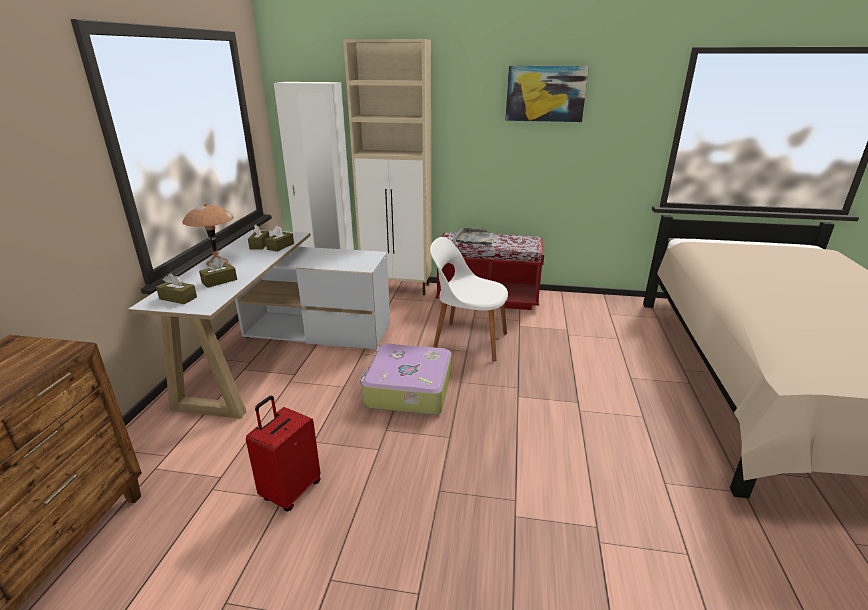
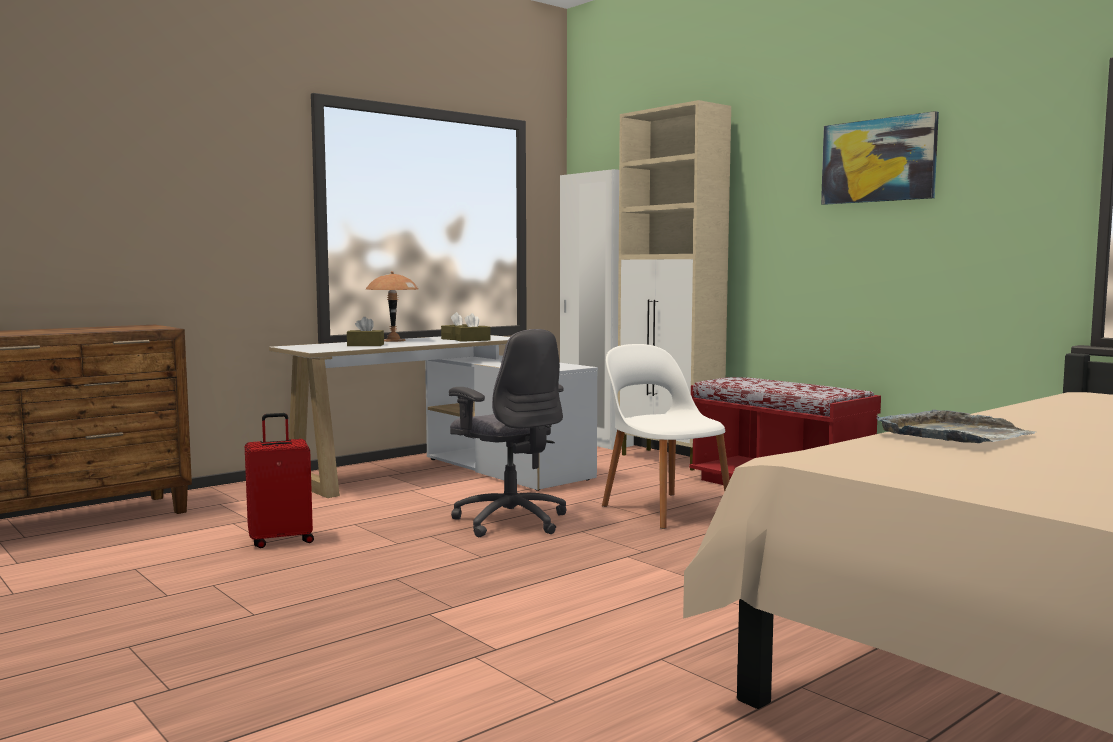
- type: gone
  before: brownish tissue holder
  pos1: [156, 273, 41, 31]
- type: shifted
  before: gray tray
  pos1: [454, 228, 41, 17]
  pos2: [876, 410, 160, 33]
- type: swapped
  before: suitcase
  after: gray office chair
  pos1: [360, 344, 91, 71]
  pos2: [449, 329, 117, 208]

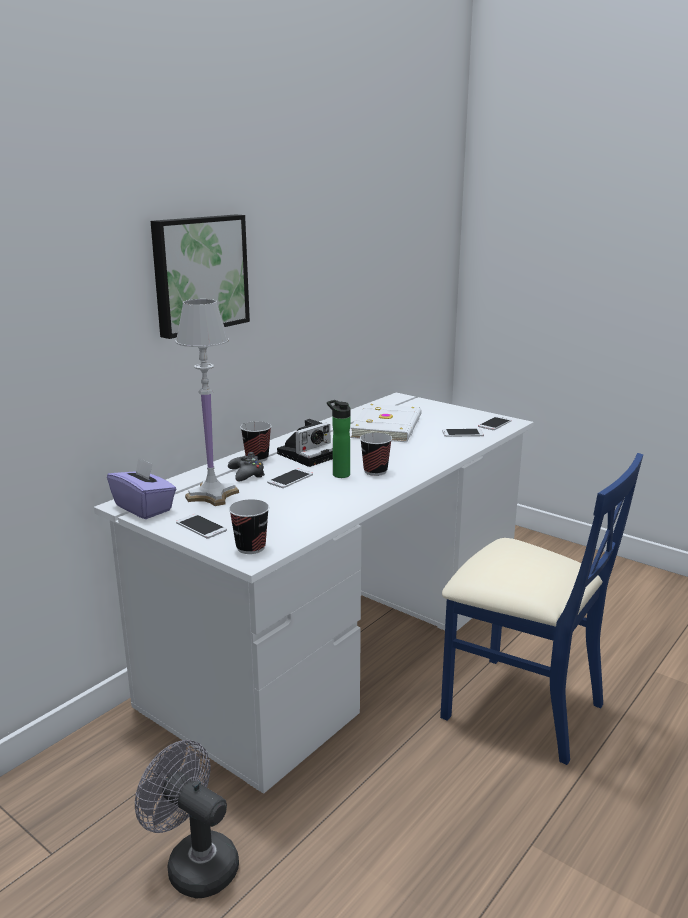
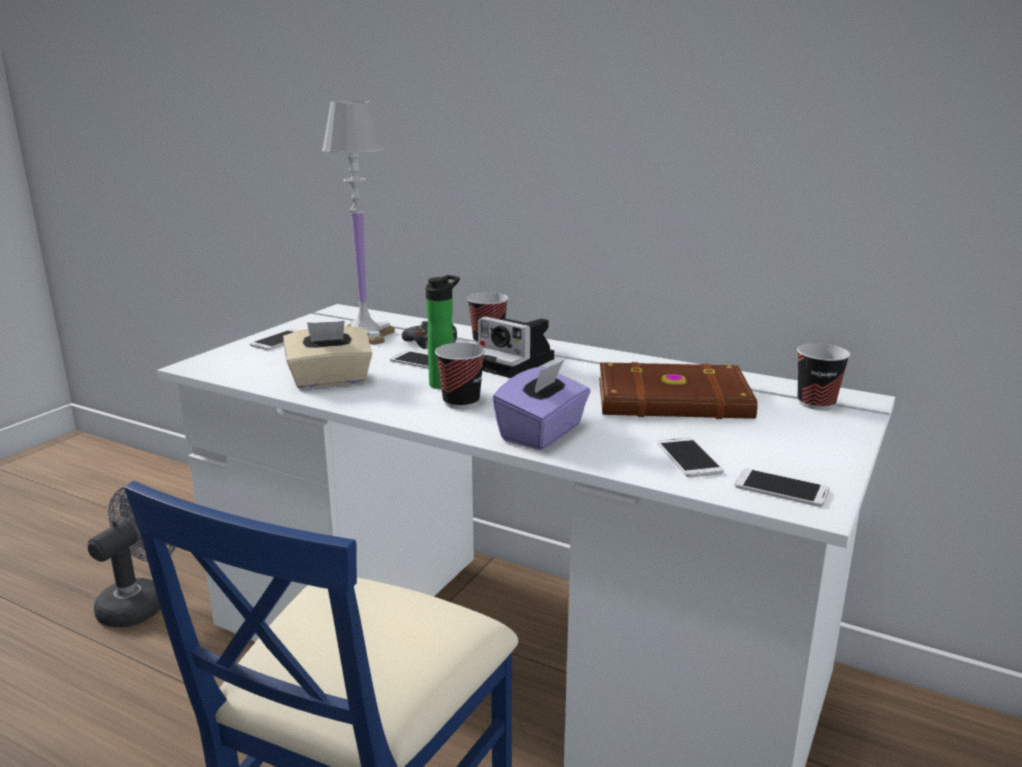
- type: gone
  before: wall art
  pos1: [151, 215, 99, 124]
- type: new
  after: beige-coloured tissue holder
  pos2: [283, 321, 89, 68]
- type: shifted
  before: purple-coloured tissue holder
  pos1: [107, 457, 69, 62]
  pos2: [492, 360, 99, 90]
- type: shifted
  before: cup
  pos1: [229, 499, 40, 55]
  pos2: [797, 343, 53, 67]
- type: repainted
  before: white book
  after: brownish book
  pos1: [350, 403, 71, 39]
  pos2: [599, 362, 159, 57]

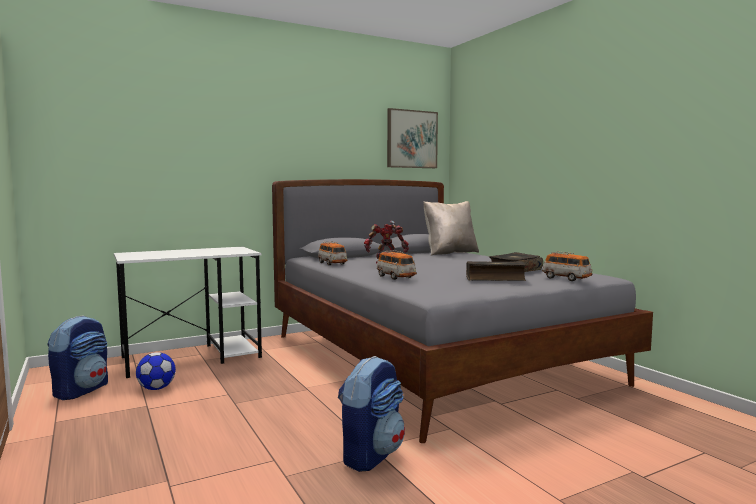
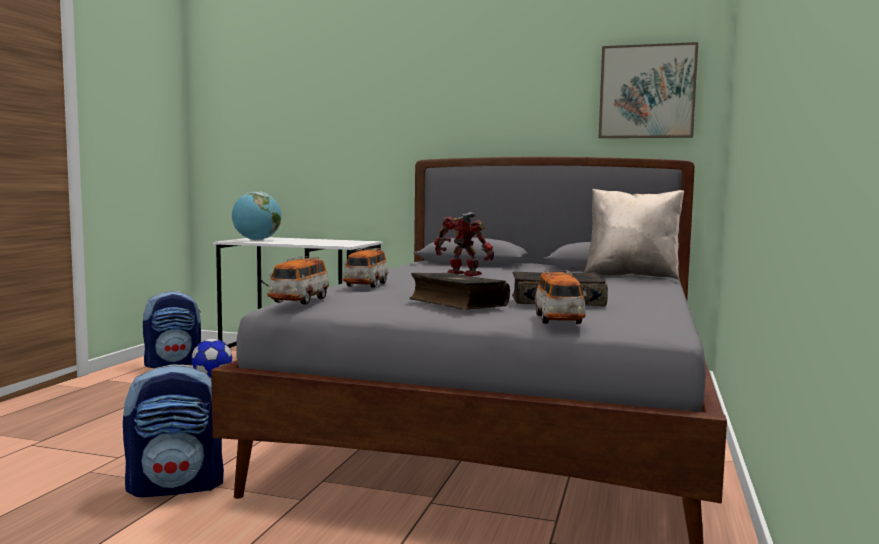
- type: new
  after: desk globe
  pos2: [232, 192, 49, 49]
- type: shifted
  before: toy car
  pos1: [318, 241, 30, 24]
  pos2: [267, 256, 62, 49]

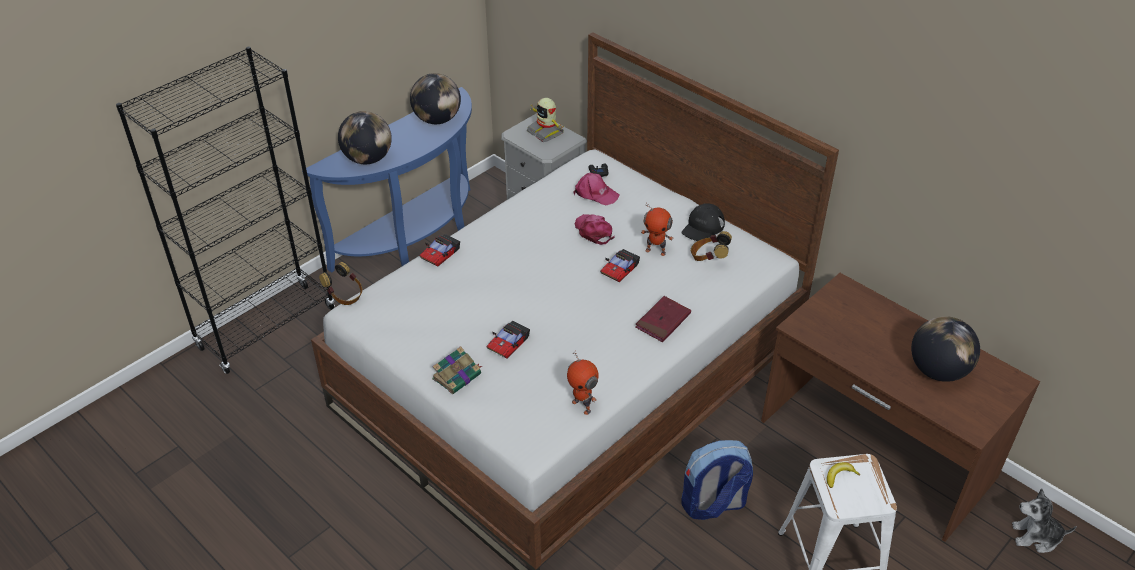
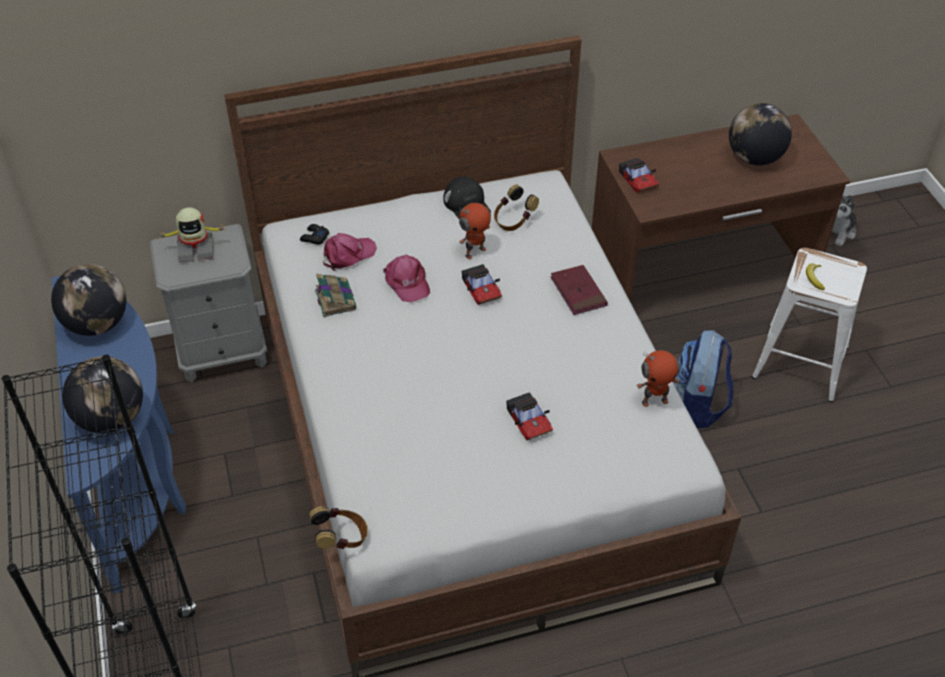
- type: shifted
  before: toy car
  pos1: [419, 234, 41, 33]
  pos2: [619, 158, 40, 35]
- type: shifted
  before: book
  pos1: [432, 346, 50, 48]
  pos2: [315, 273, 42, 44]
- type: rotated
  before: pink-coloured cap
  pos1: [575, 214, 40, 31]
  pos2: [383, 255, 47, 47]
  turn: -120

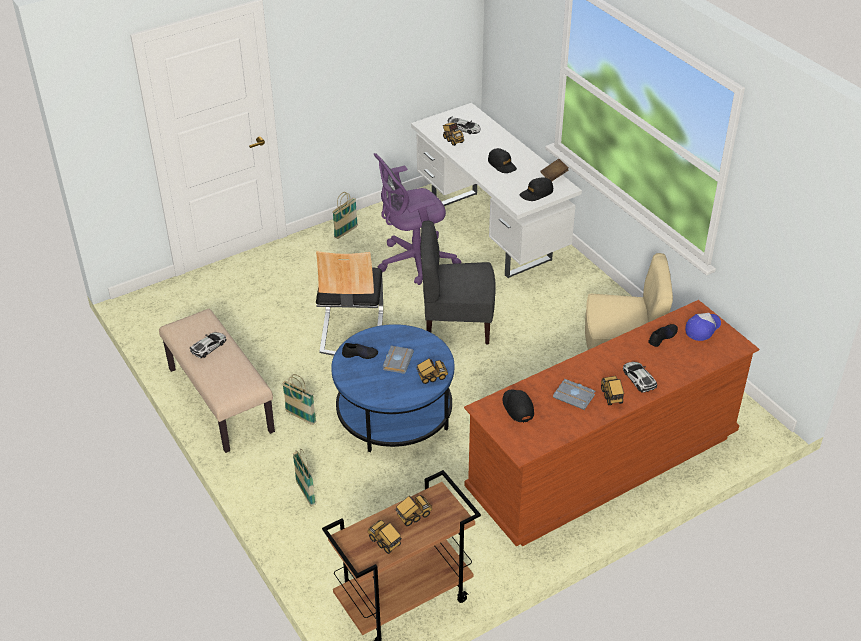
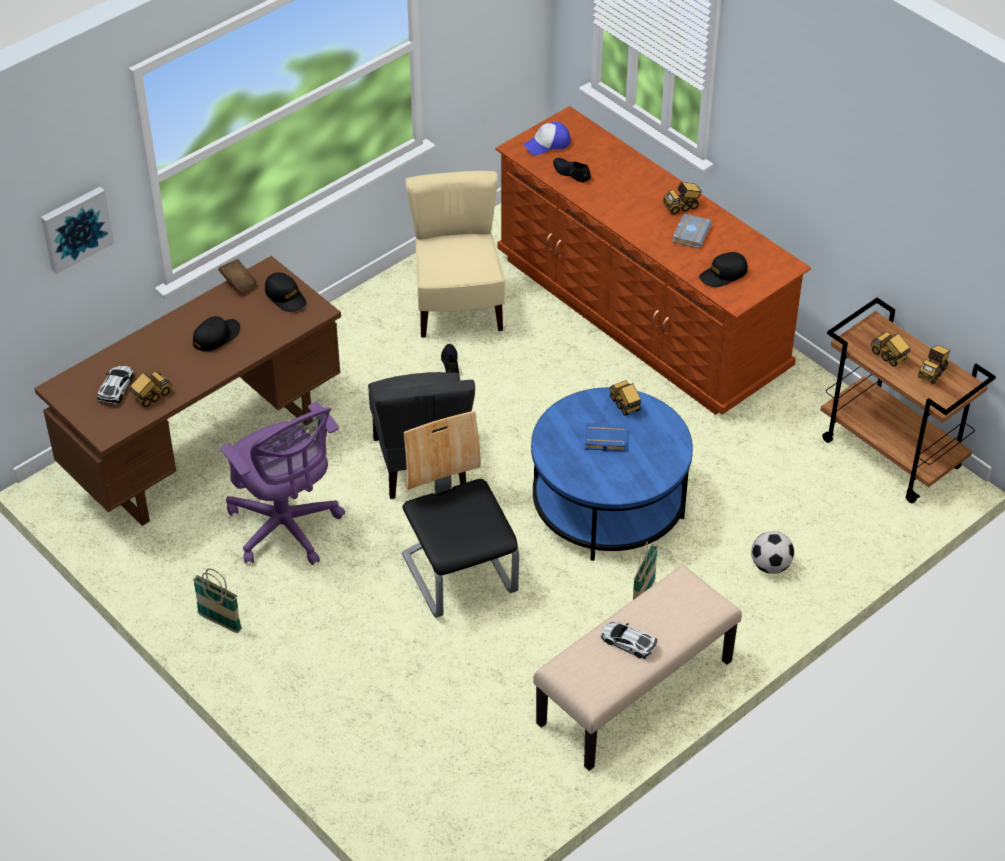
- type: gone
  before: toy car
  pos1: [623, 362, 34, 31]
- type: new
  after: wall art
  pos2: [41, 187, 73, 87]
- type: shifted
  before: black-coloured item of footwear
  pos1: [342, 343, 36, 16]
  pos2: [441, 344, 18, 29]
- type: swapped
  before: basket
  after: football
  pos1: [293, 449, 23, 57]
  pos2: [751, 531, 43, 43]
- type: repainted
  before: gray book
  after: blue book
  pos1: [383, 346, 31, 28]
  pos2: [585, 423, 41, 28]
- type: repainted
  before: white desk
  after: brownish desk
  pos1: [411, 103, 171, 175]
  pos2: [34, 256, 307, 270]
- type: rotated
  before: upright chair
  pos1: [316, 251, 67, 105]
  pos2: [402, 411, 117, 207]
  turn: -105
- type: rotated
  before: cap
  pos1: [685, 313, 36, 28]
  pos2: [523, 122, 48, 33]
  turn: -60

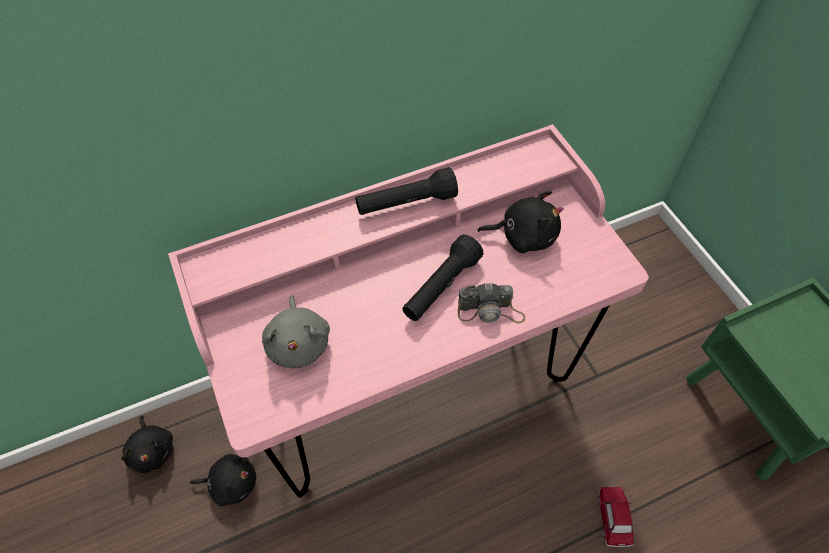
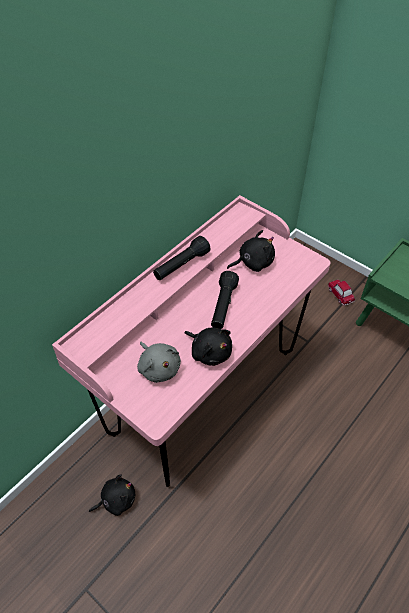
- type: gone
  before: photo camera
  pos1: [458, 283, 67, 41]
- type: shifted
  before: black-coloured soft toy
  pos1: [122, 415, 51, 58]
  pos2: [184, 327, 48, 39]
- type: shifted
  before: toy car
  pos1: [597, 486, 37, 61]
  pos2: [328, 279, 27, 26]

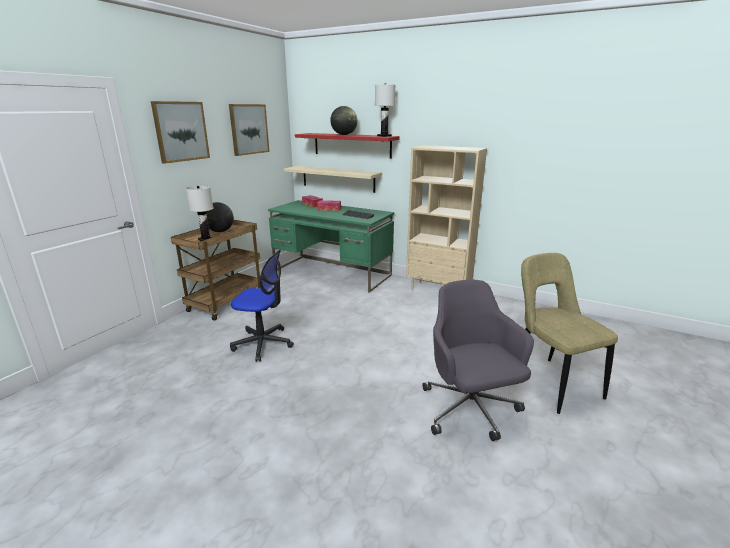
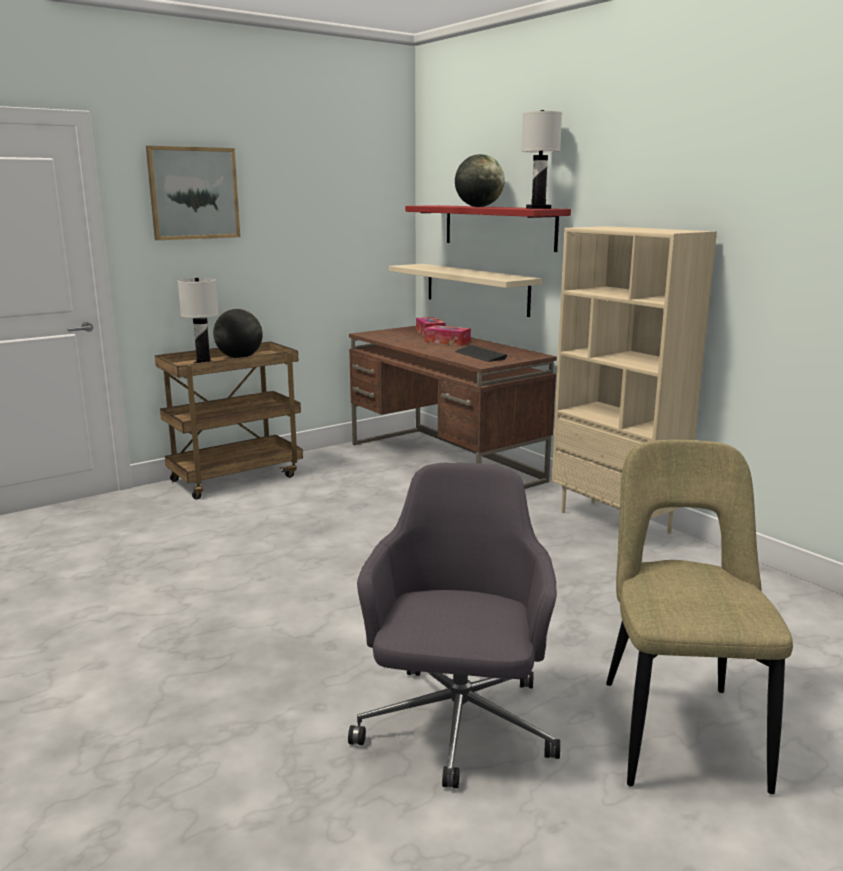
- type: gone
  before: wall art
  pos1: [229, 104, 41, 52]
- type: gone
  before: office chair
  pos1: [230, 249, 64, 113]
- type: repainted
  before: green desk
  after: brownish desk
  pos1: [268, 200, 126, 93]
  pos2: [349, 326, 208, 163]

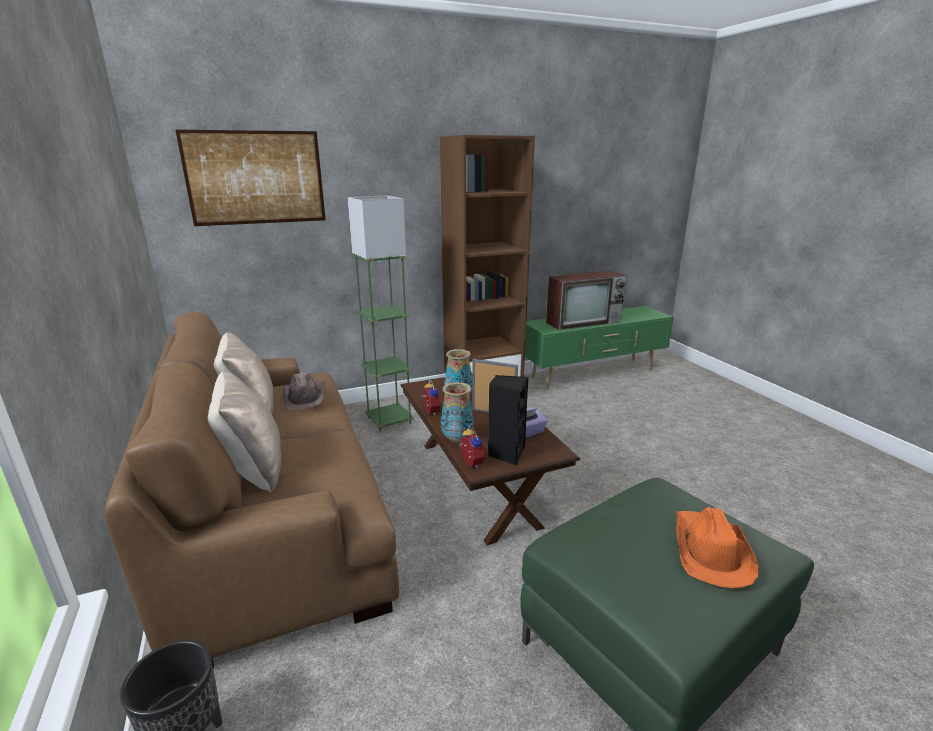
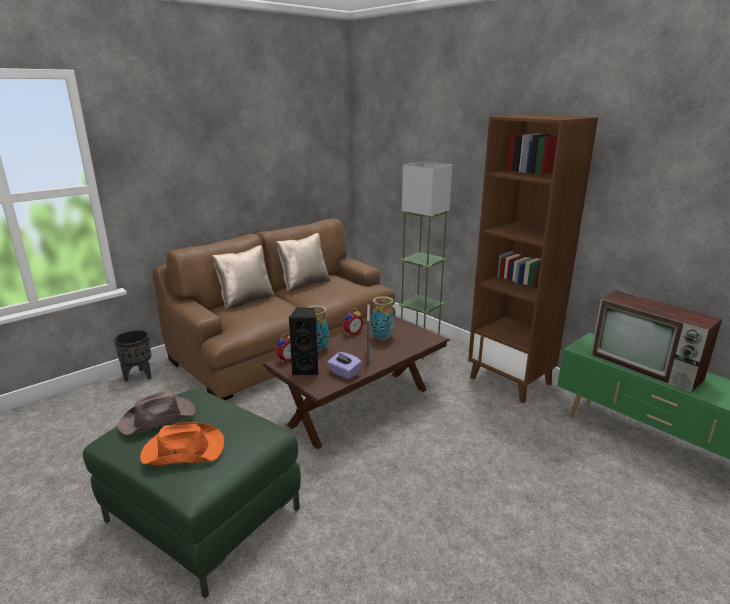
- type: gone
  before: wall art
  pos1: [175, 129, 151, 97]
- type: shifted
  before: brownish wearable hat
  pos1: [283, 373, 42, 38]
  pos2: [118, 390, 78, 45]

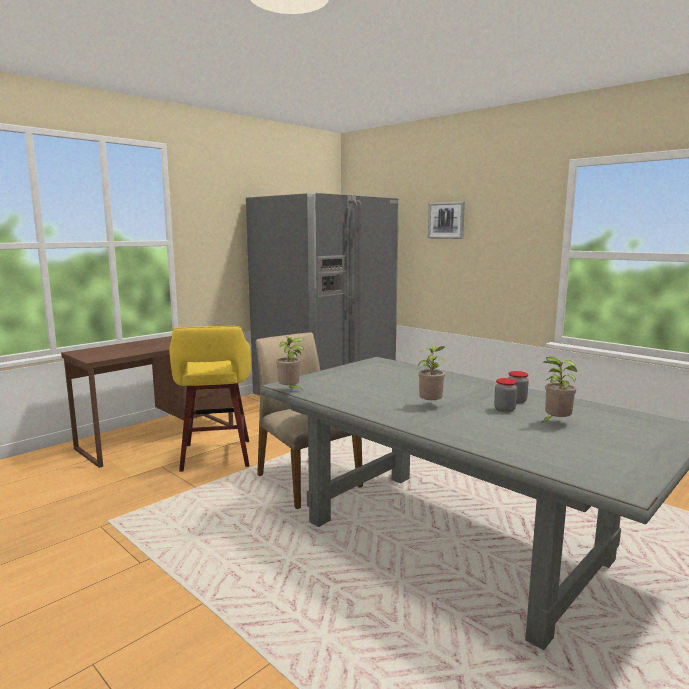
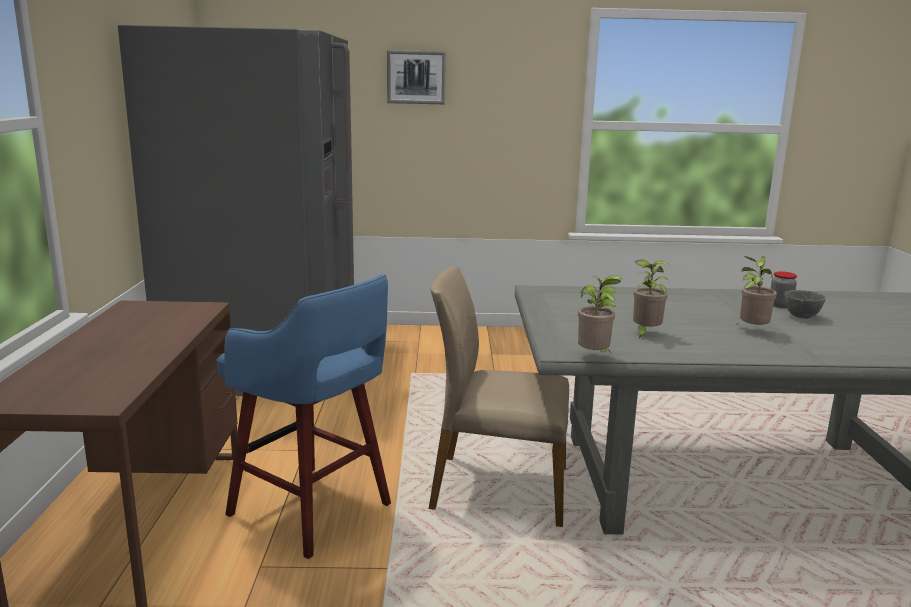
- type: shifted
  before: plant in a pot
  pos1: [542, 357, 35, 66]
  pos2: [633, 259, 37, 80]
- type: swapped
  before: storage jar
  after: gray serving bowl
  pos1: [494, 378, 23, 34]
  pos2: [784, 290, 42, 29]
- type: repainted
  before: yellow-coloured stool seat
  after: blue stool seat
  pos1: [169, 326, 82, 146]
  pos2: [217, 275, 174, 284]

